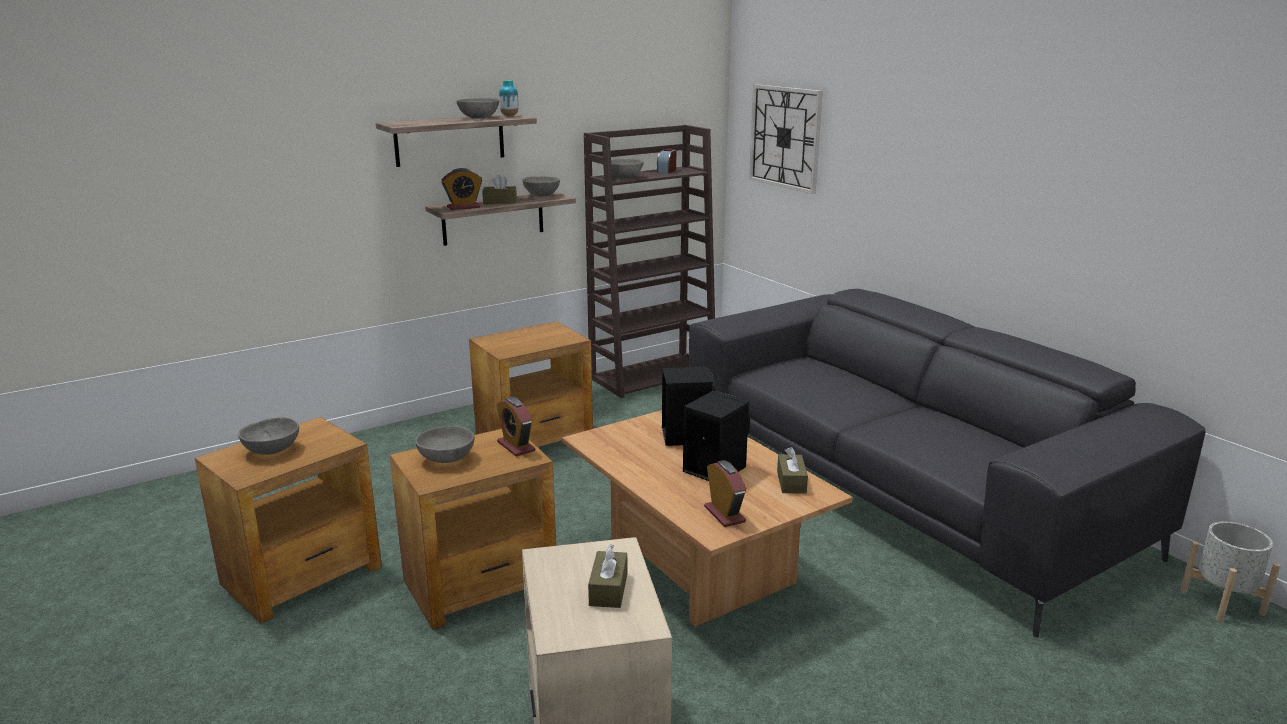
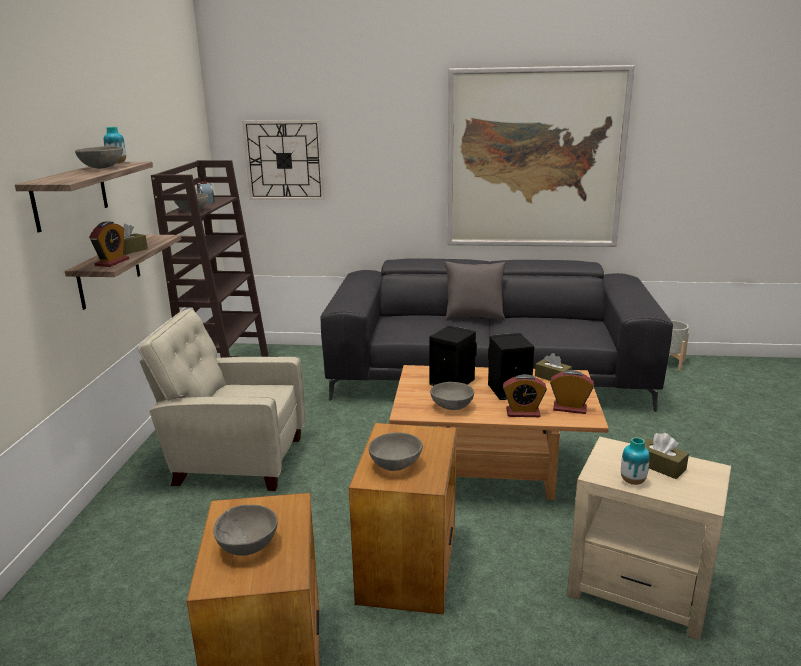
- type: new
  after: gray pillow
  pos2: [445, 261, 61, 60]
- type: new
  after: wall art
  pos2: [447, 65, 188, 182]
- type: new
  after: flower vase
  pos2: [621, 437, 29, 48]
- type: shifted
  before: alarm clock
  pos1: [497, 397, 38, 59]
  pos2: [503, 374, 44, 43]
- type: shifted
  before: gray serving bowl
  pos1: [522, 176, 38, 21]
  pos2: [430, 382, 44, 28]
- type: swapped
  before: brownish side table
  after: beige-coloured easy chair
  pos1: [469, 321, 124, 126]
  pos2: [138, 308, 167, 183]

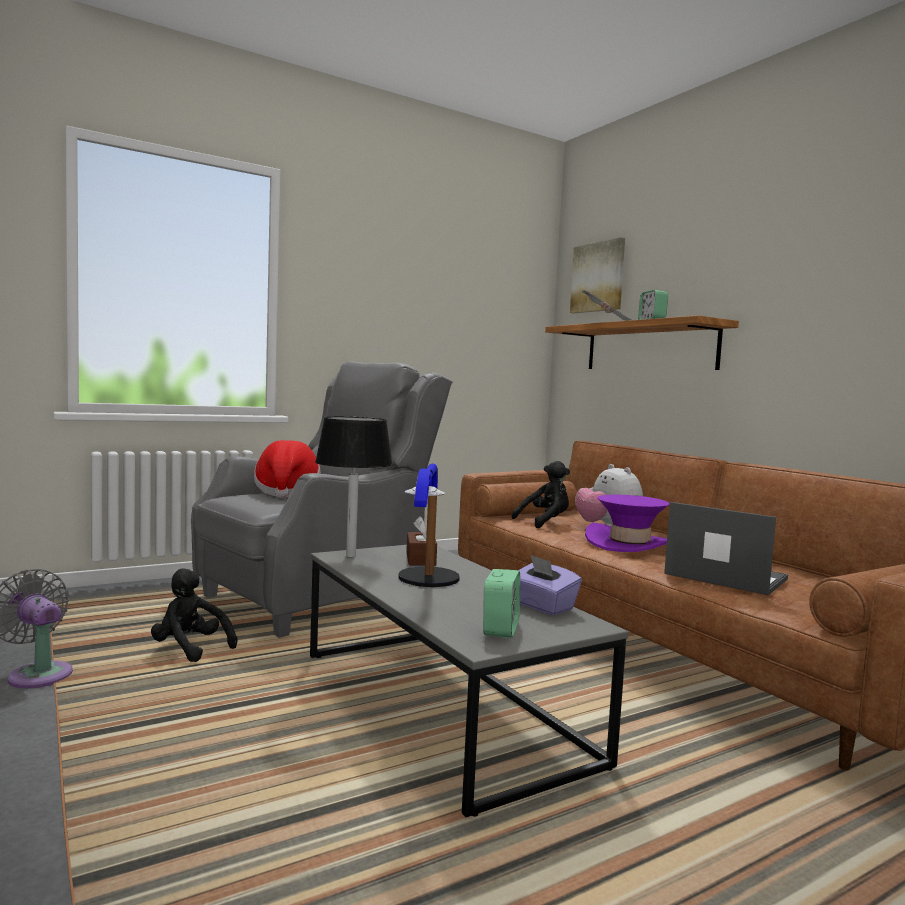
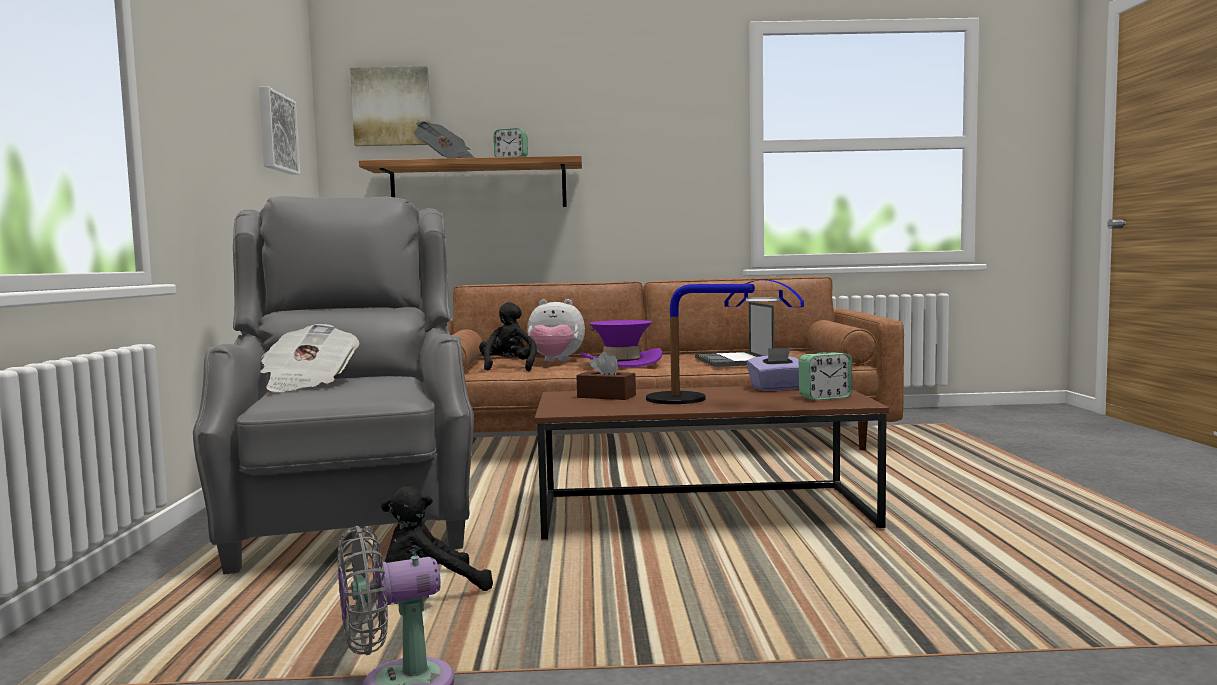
- type: gone
  before: black-coloured tabletop lamp
  pos1: [315, 416, 78, 141]
- type: new
  after: wall art
  pos2: [259, 87, 41, 88]
- type: swapped
  before: wearable hat
  after: printed paper
  pos1: [254, 440, 67, 58]
  pos2: [260, 324, 100, 68]
- type: repainted
  before: gray low table
  after: brownish low table
  pos1: [310, 545, 319, 272]
  pos2: [535, 386, 354, 153]
- type: rotated
  before: alarm clock
  pos1: [483, 569, 37, 69]
  pos2: [799, 352, 54, 49]
  turn: 120
- type: rotated
  before: notebook computer
  pos1: [664, 502, 124, 93]
  pos2: [695, 302, 79, 65]
  turn: -75

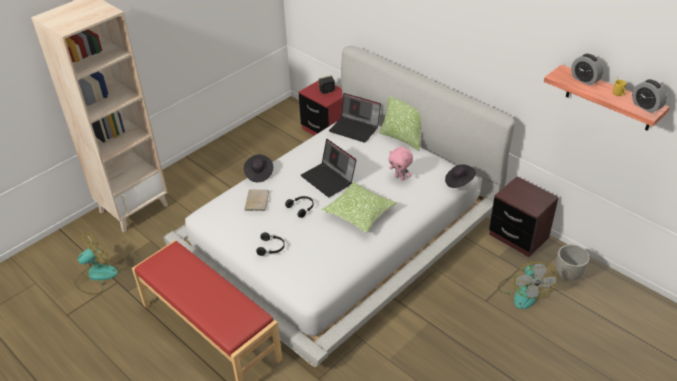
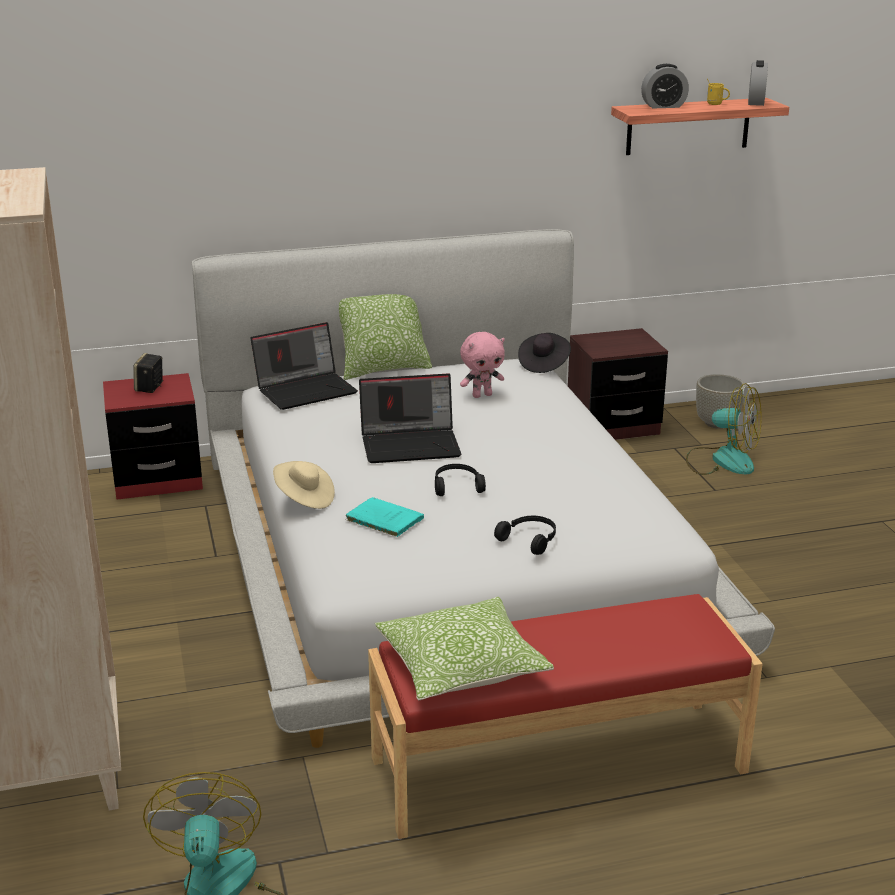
- type: shifted
  before: pillow
  pos1: [322, 182, 75, 51]
  pos2: [375, 597, 179, 104]
- type: repainted
  before: black-coloured wearable hat
  after: beige-coloured wearable hat
  pos1: [244, 154, 29, 28]
  pos2: [273, 461, 62, 48]
- type: repainted
  before: beige-coloured book
  after: turquoise-coloured book
  pos1: [244, 190, 25, 21]
  pos2: [345, 497, 79, 40]
- type: rotated
  before: alarm clock
  pos1: [632, 79, 35, 34]
  pos2: [748, 60, 20, 46]
  turn: -75

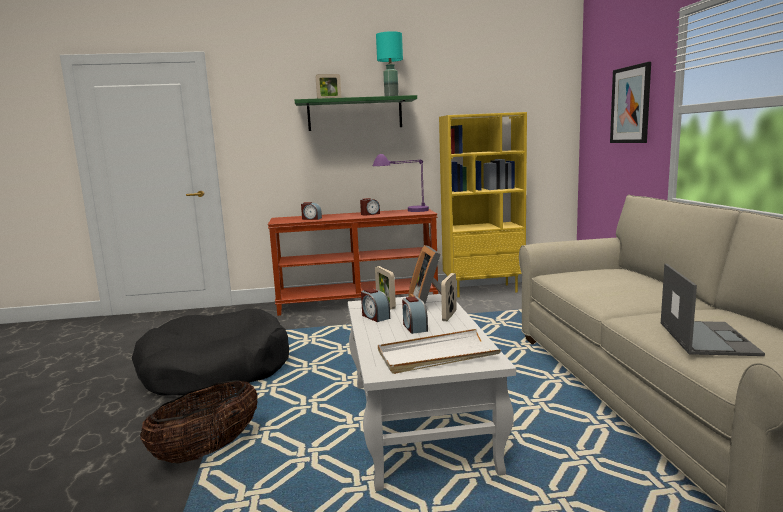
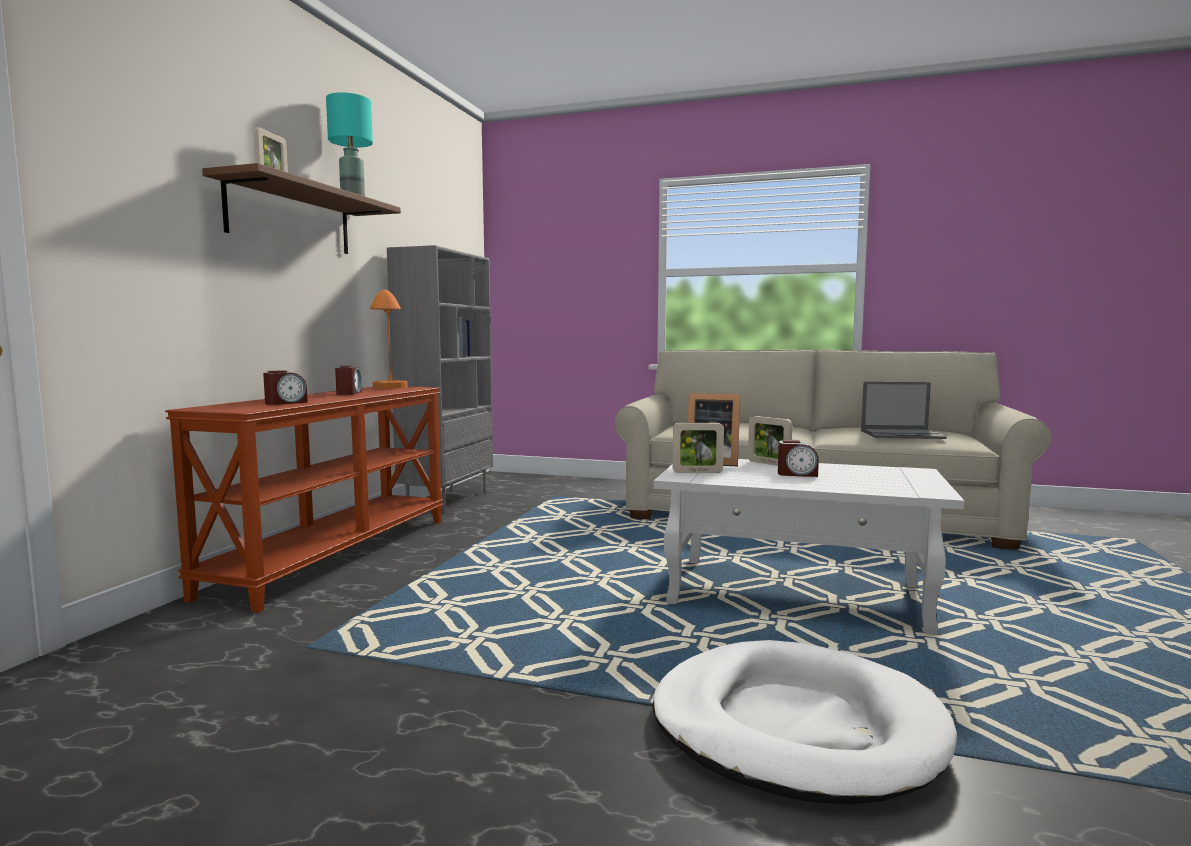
- type: gone
  before: black-coloured pet bed
  pos1: [132, 309, 157, 87]
- type: gone
  before: alarm clock
  pos1: [361, 288, 29, 34]
- type: gone
  before: white tray
  pos1: [378, 329, 124, 45]
- type: gone
  before: wall art
  pos1: [610, 62, 41, 81]
- type: swapped
  before: basket
  after: white pet bed
  pos1: [140, 380, 118, 83]
  pos2: [653, 640, 304, 165]
- type: repainted
  before: green wall shelf
  after: brownish wall shelf
  pos1: [295, 95, 122, 36]
  pos2: [202, 163, 199, 91]
- type: repainted
  before: purple-coloured tabletop lamp
  after: orange-coloured tabletop lamp
  pos1: [373, 154, 56, 58]
  pos2: [370, 290, 38, 99]
- type: repainted
  before: yellow-coloured bookshelf
  after: gray bookshelf
  pos1: [439, 112, 88, 185]
  pos2: [387, 245, 106, 268]
- type: rotated
  before: notebook computer
  pos1: [661, 264, 104, 92]
  pos2: [861, 382, 86, 57]
  turn: 150

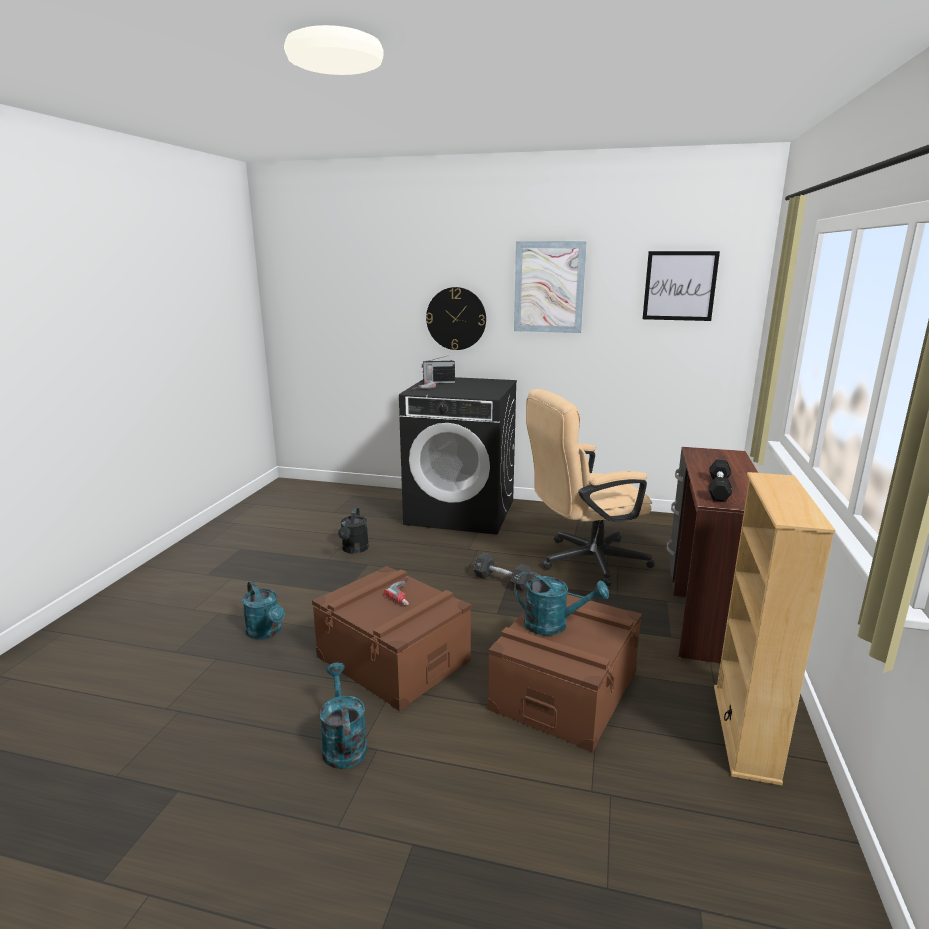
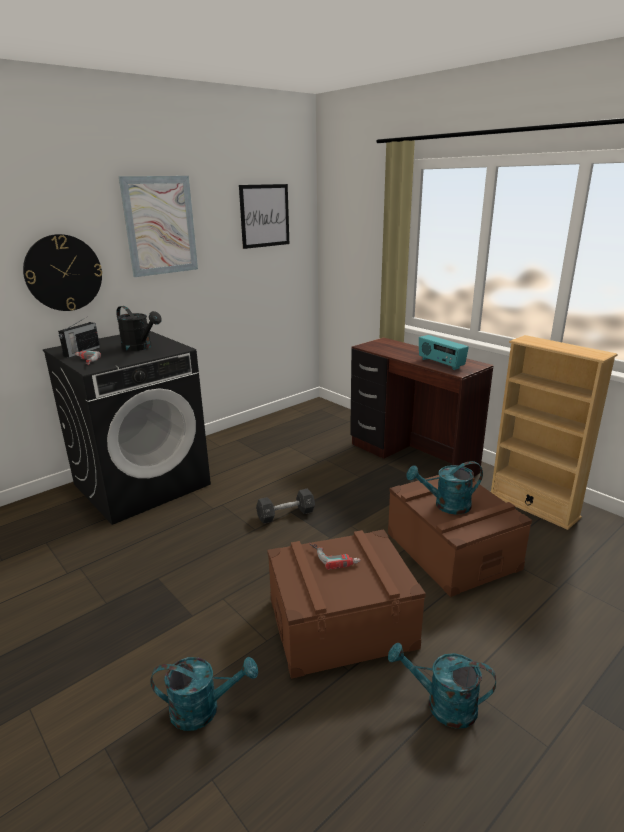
- type: gone
  before: beige-coloured office chair
  pos1: [526, 389, 129, 197]
- type: shifted
  before: black-coloured watering pot
  pos1: [338, 508, 31, 46]
  pos2: [116, 306, 46, 45]
- type: swapped
  before: black-coloured free weight
  after: radio
  pos1: [709, 459, 23, 43]
  pos2: [419, 335, 50, 35]
- type: rotated
  before: turquoise-coloured watering pot
  pos1: [514, 571, 95, 65]
  pos2: [407, 461, 76, 54]
  turn: -150

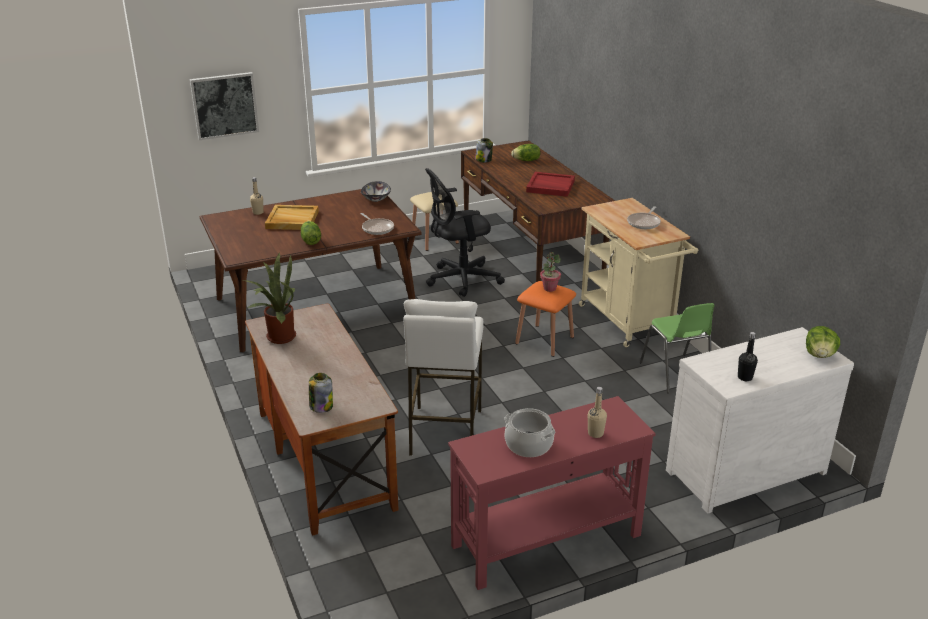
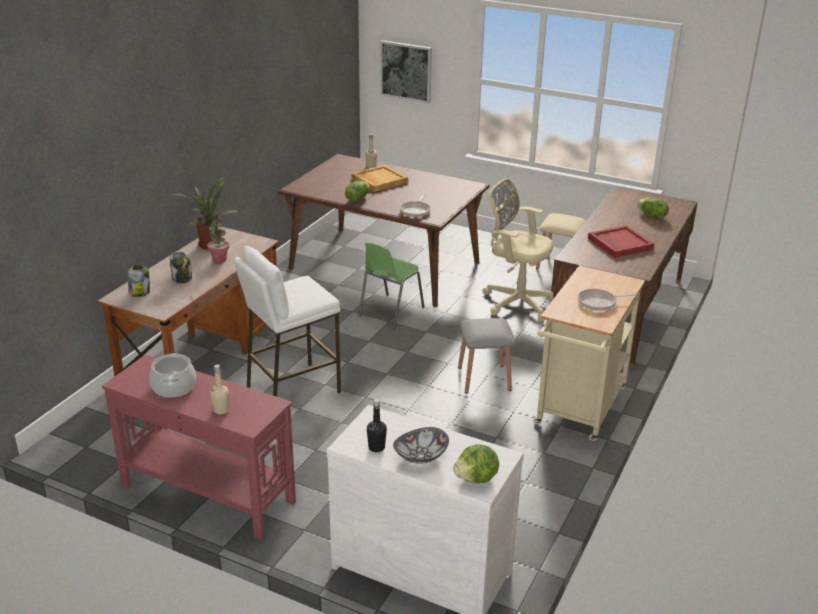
- type: shifted
  before: serving bowl
  pos1: [361, 181, 30, 21]
  pos2: [393, 427, 56, 37]
- type: shifted
  before: storage jar
  pos1: [475, 138, 18, 24]
  pos2: [170, 252, 22, 31]
- type: shifted
  before: plant in a pot
  pos1: [540, 252, 21, 40]
  pos2: [207, 222, 22, 41]
- type: shifted
  before: green upright chair
  pos1: [640, 303, 75, 90]
  pos2: [359, 242, 66, 87]
- type: repainted
  before: black-coloured office chair
  after: beige-coloured office chair
  pos1: [425, 168, 80, 129]
  pos2: [483, 178, 70, 144]
- type: repainted
  before: orange-coloured stool seat
  after: gray stool seat
  pos1: [515, 281, 61, 76]
  pos2: [458, 318, 57, 76]

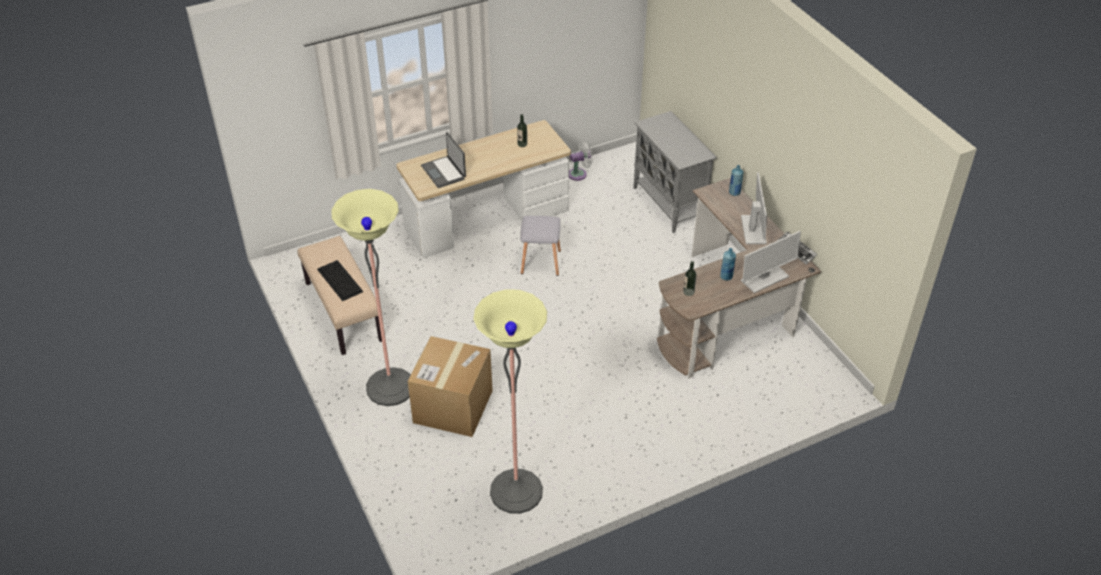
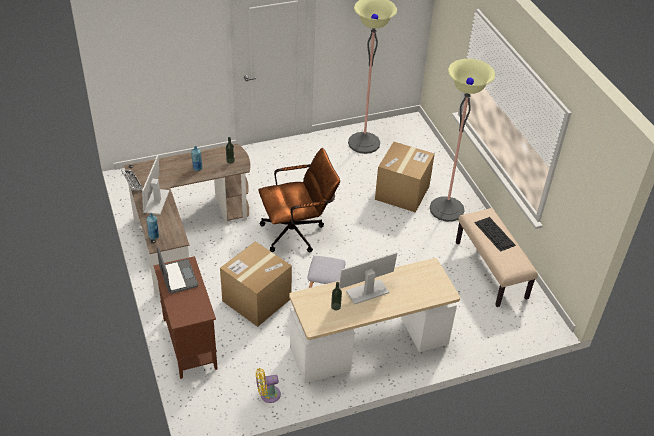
- type: new
  after: cardboard box
  pos2: [220, 241, 72, 86]
- type: new
  after: brownish office chair
  pos2: [258, 148, 82, 104]
- type: shifted
  before: notebook computer
  pos1: [421, 132, 45, 56]
  pos2: [157, 246, 41, 48]
- type: shifted
  before: computer display
  pos1: [741, 231, 60, 62]
  pos2: [339, 252, 58, 52]
- type: repainted
  before: white fan
  after: yellow-coloured fan
  pos1: [569, 142, 24, 39]
  pos2: [256, 368, 25, 35]
- type: repainted
  before: gray cabinet
  after: brownish cabinet
  pos1: [634, 111, 83, 122]
  pos2: [154, 256, 64, 123]

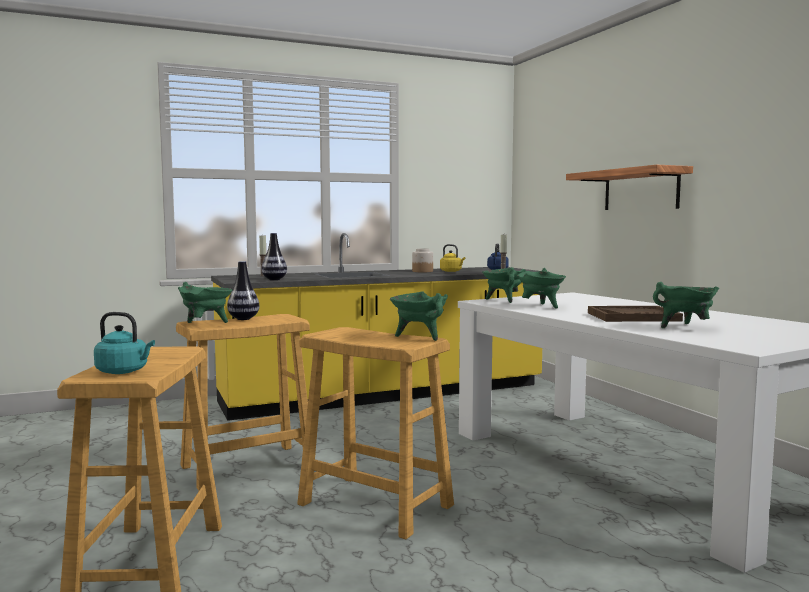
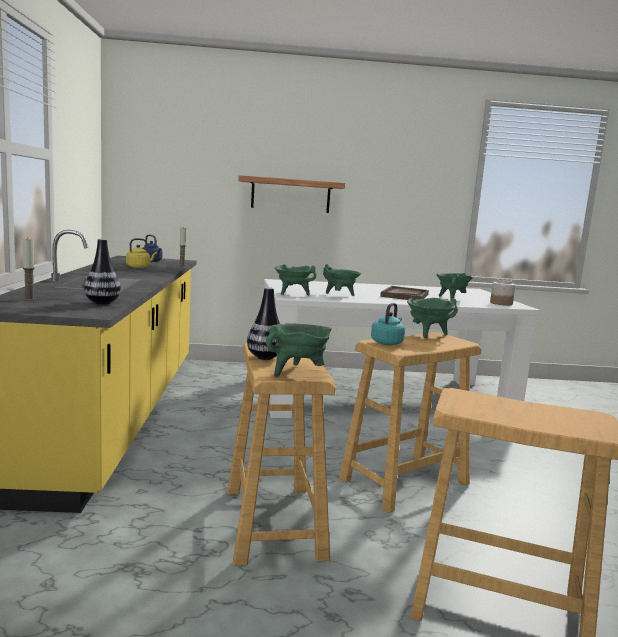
- type: shifted
  before: turquoise-coloured kettle
  pos1: [94, 312, 61, 62]
  pos2: [371, 303, 34, 42]
- type: shifted
  before: storage jar
  pos1: [412, 249, 21, 23]
  pos2: [490, 279, 25, 27]

